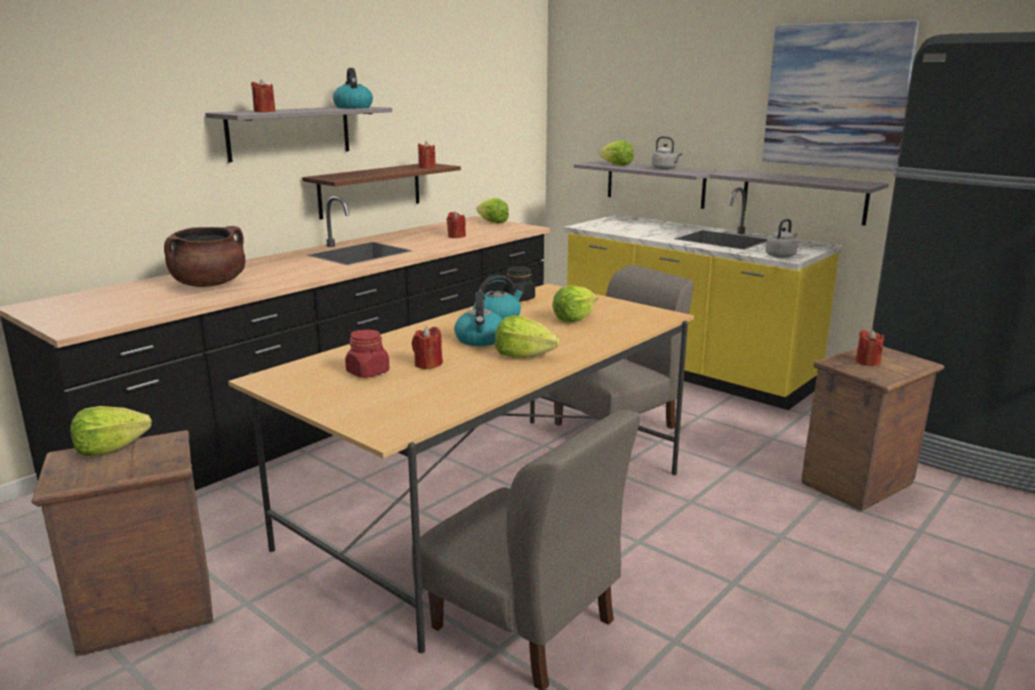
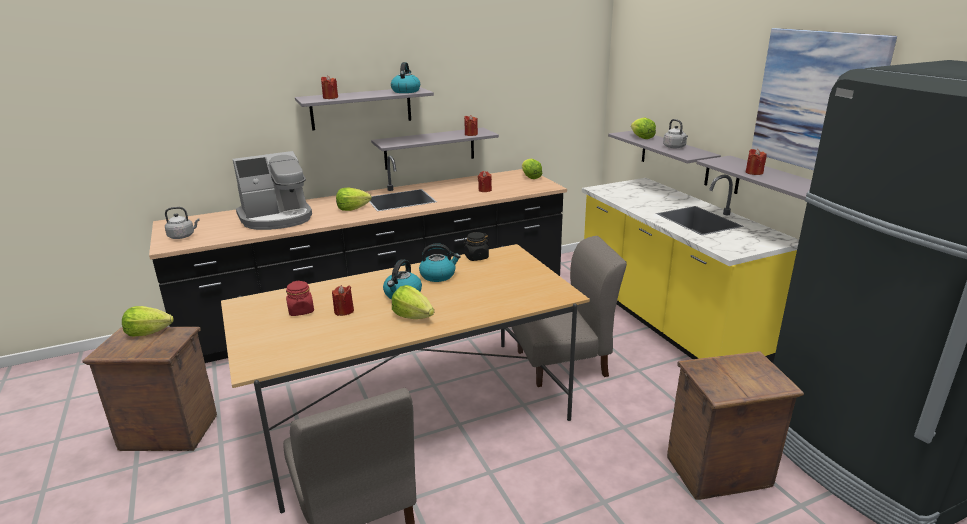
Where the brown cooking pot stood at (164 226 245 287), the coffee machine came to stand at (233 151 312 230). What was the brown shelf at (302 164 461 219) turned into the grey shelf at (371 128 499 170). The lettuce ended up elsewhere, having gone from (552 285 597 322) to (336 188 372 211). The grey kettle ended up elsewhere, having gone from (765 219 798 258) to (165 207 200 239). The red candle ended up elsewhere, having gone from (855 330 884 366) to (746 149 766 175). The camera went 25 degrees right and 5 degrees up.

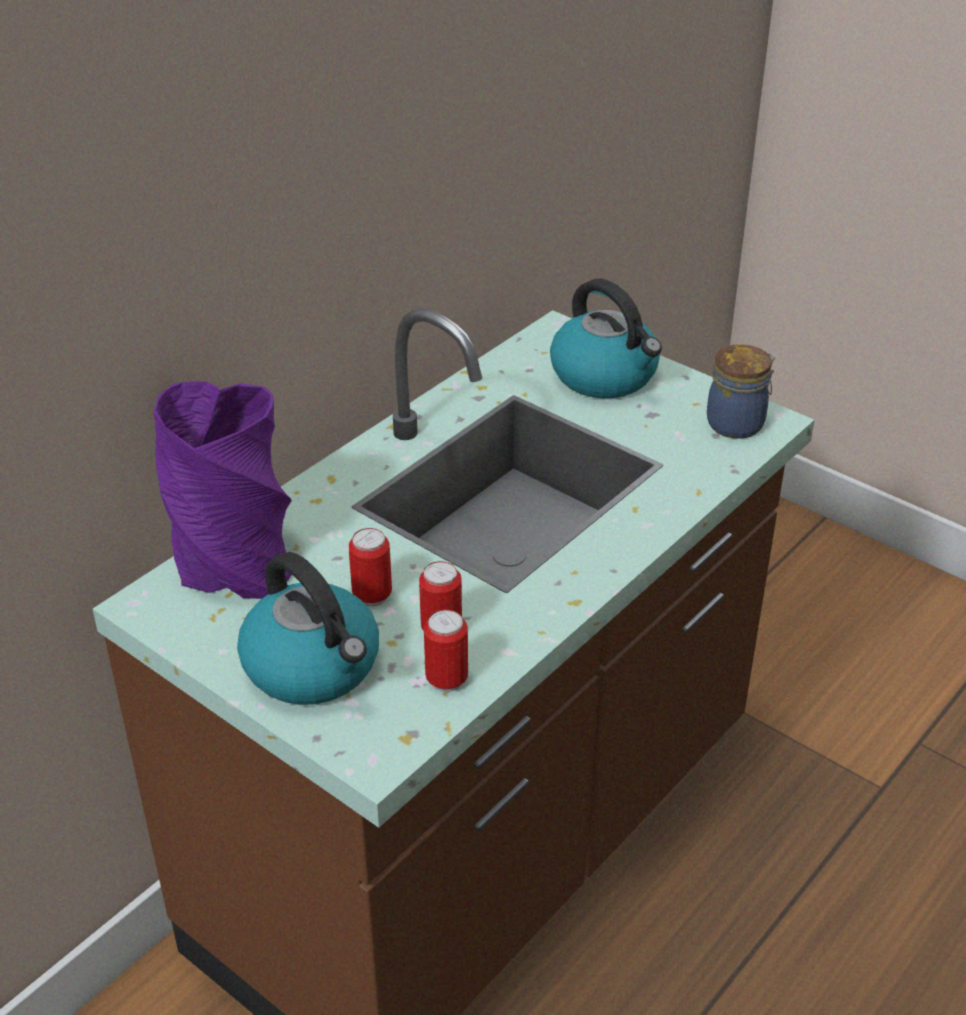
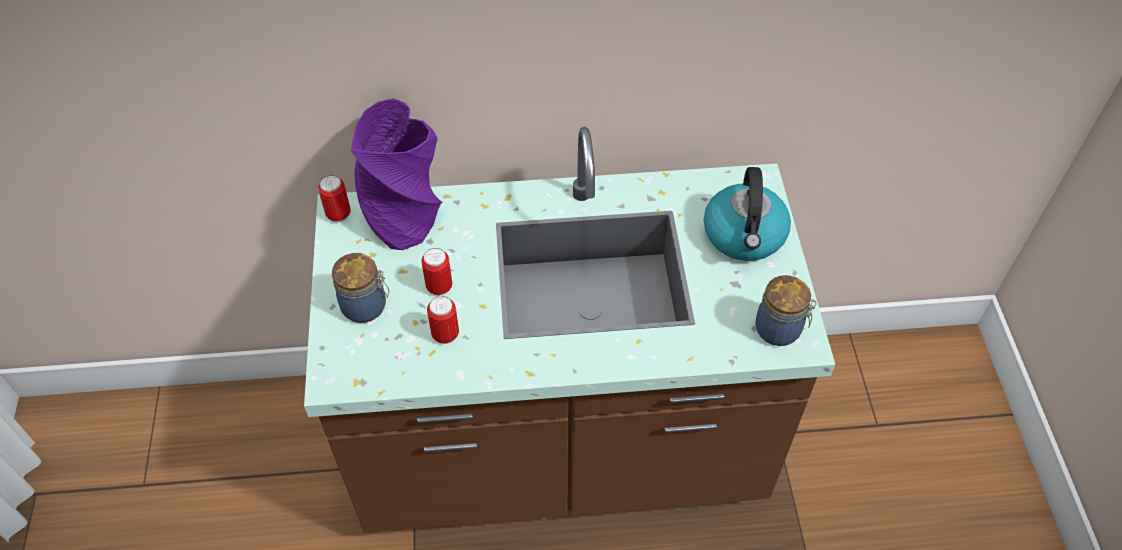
Where the kettle stood at (237 552 379 705), the jar came to stand at (332 253 390 323). The can ended up elsewhere, having gone from (424 609 468 692) to (318 175 351 222). The camera went 45 degrees right and 15 degrees up.

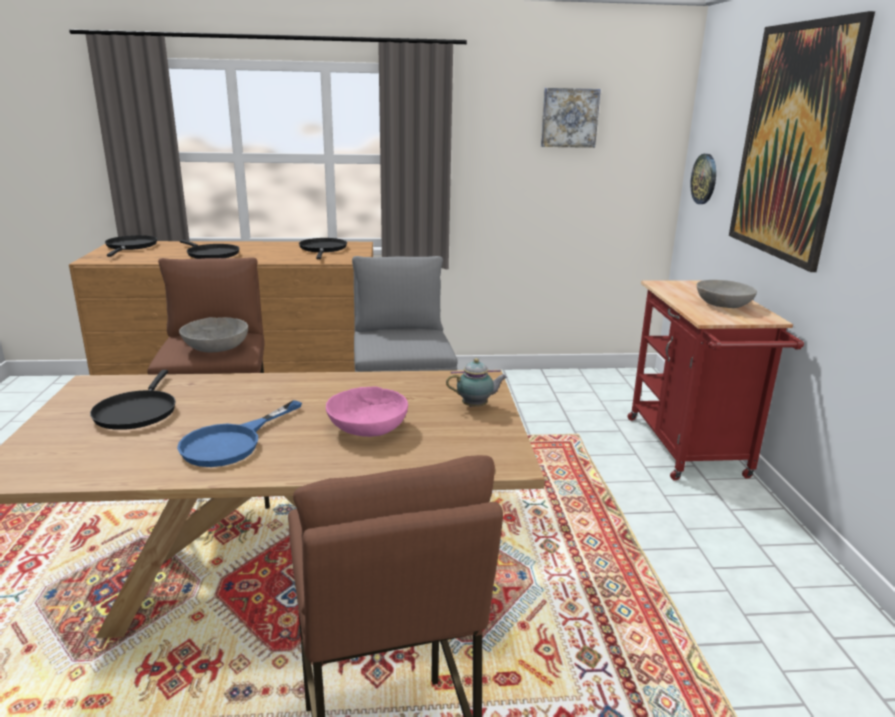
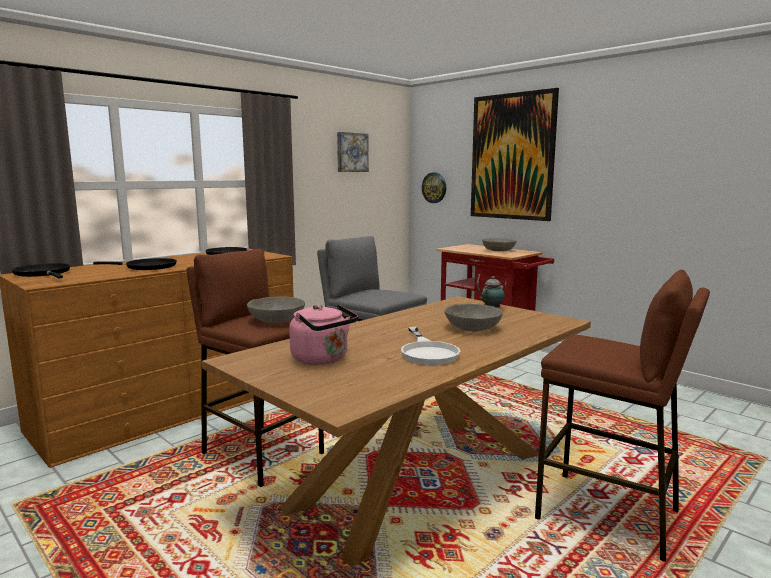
Where the black frying pan stood at (90 370 176 430), the pink kettle came to stand at (289 304 358 365). What was the blue frying pan at (177 400 302 467) turned into the white frying pan at (401 327 460 365). What was the pink bowl at (326 386 408 437) turned into the grey bowl at (444 304 503 331). The camera went 40 degrees left and 10 degrees down.

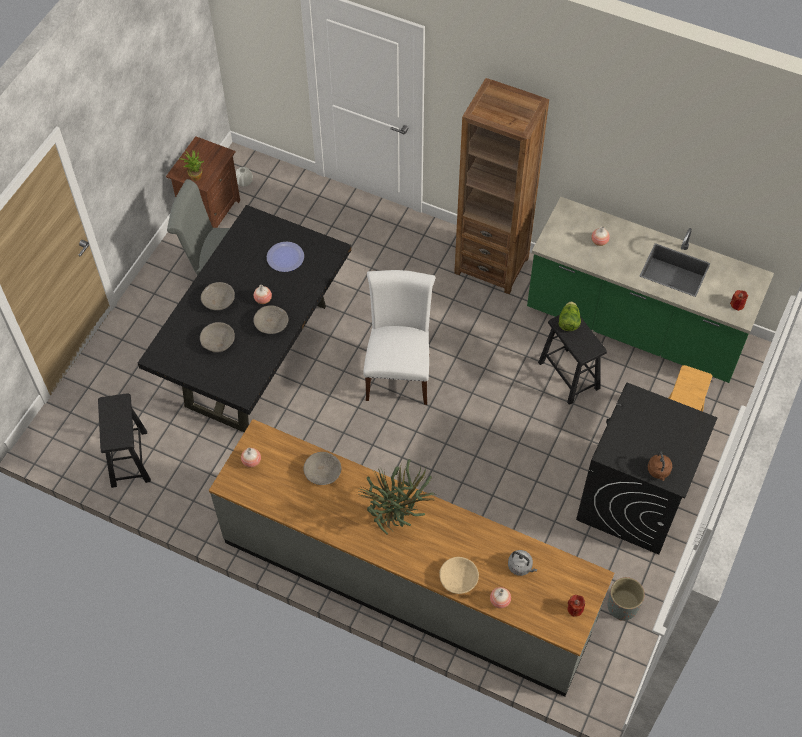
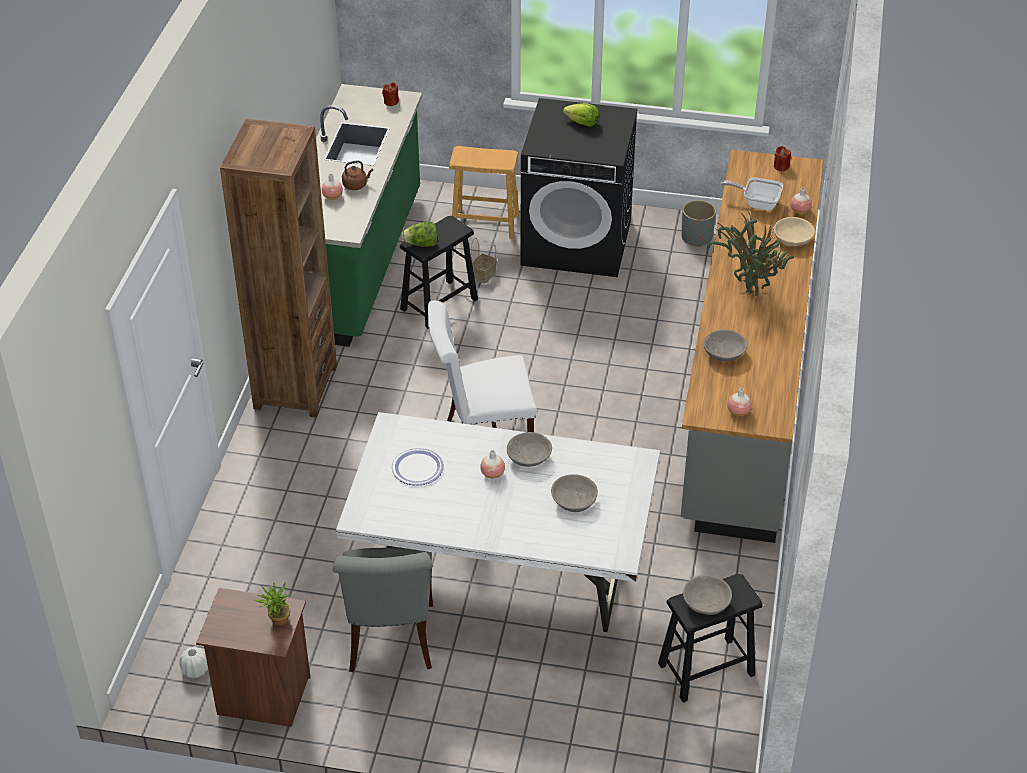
What was the black dining table at (138 205 351 432) turned into the white dining table at (336 412 660 632). The grey bowl ended up elsewhere, having gone from (201 282 235 311) to (683 575 732 615). Where the grey kettle stood at (508 550 537 576), the frying pan came to stand at (720 177 783 210). The brown kettle ended up elsewhere, having gone from (648 451 672 481) to (342 160 373 190). The second view gained the basket at (471 238 497 284). The second view gained the lettuce at (563 103 599 127). The camera went 105 degrees left and 15 degrees down.

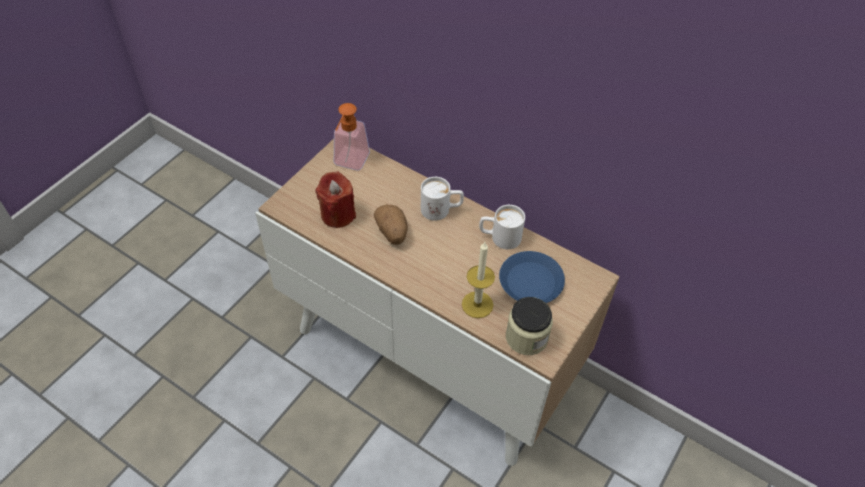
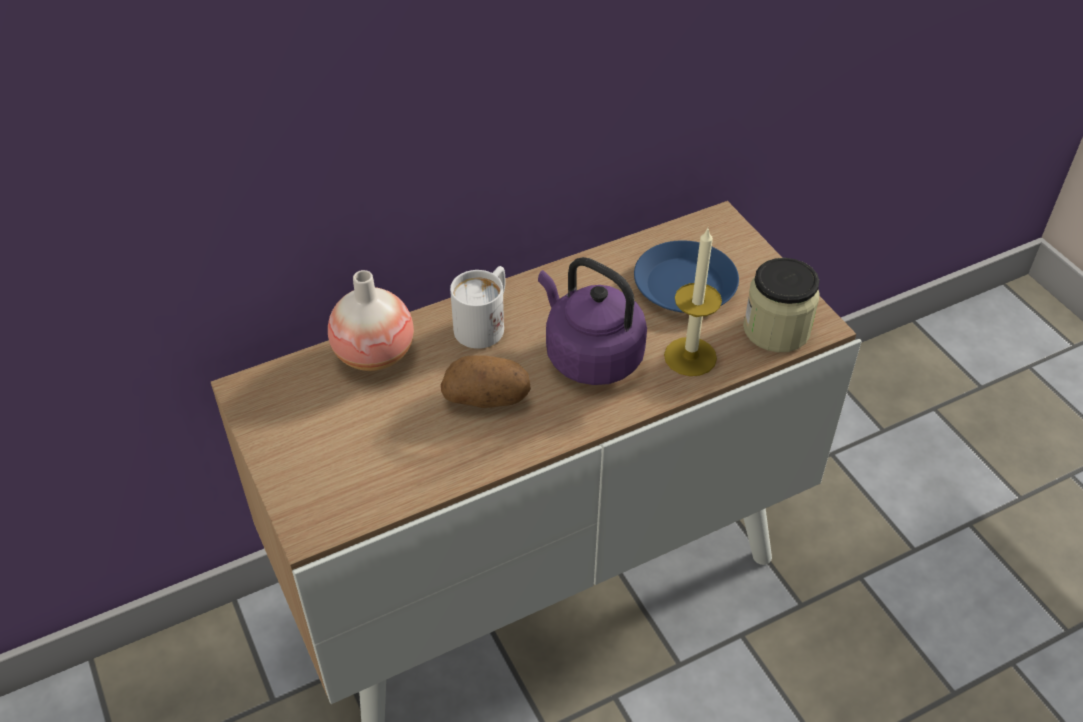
The second view lost the red candle at (315 171 356 228). The second view lost the soap dispenser at (334 103 370 171). The second view lost the white mug at (479 205 525 249). The second view gained the vase at (328 270 414 371). The second view gained the purple kettle at (538 257 647 385). The camera went 60 degrees left and 5 degrees down.

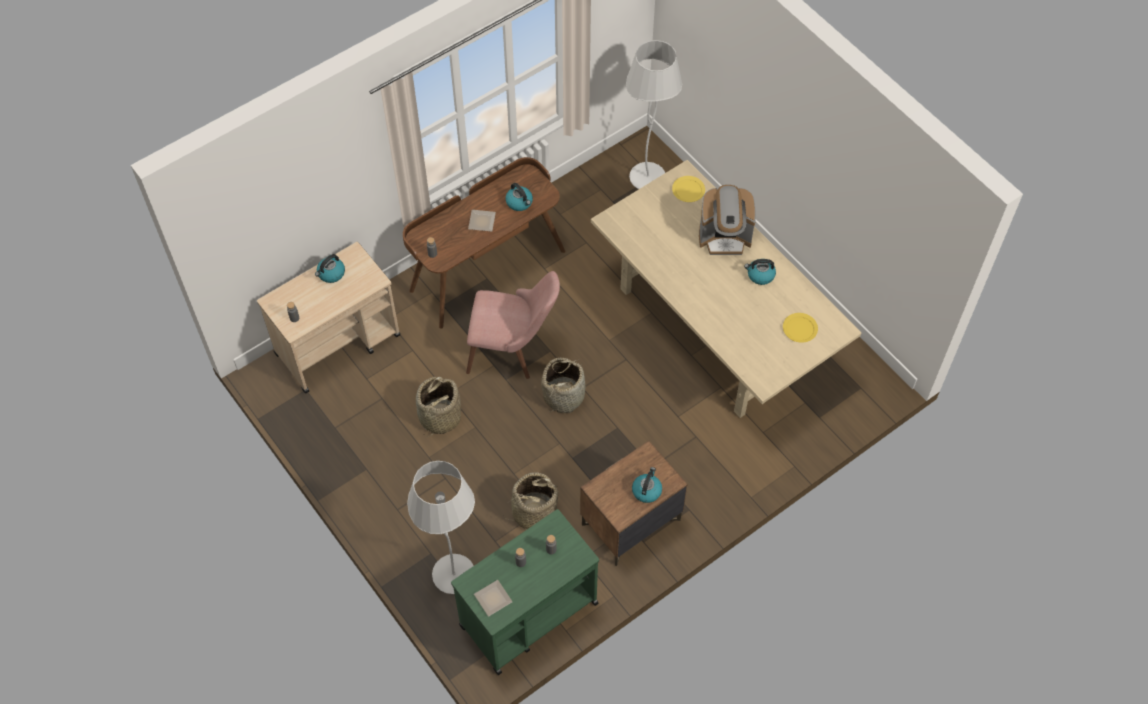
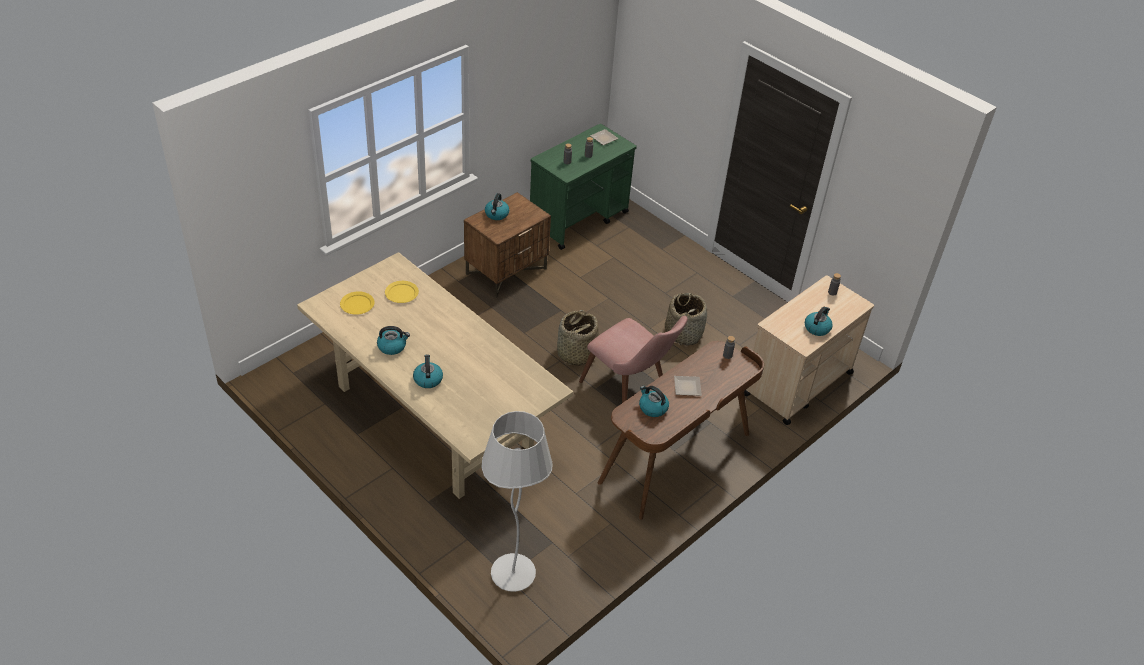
The second view lost the white floor lamp at (407 461 475 594). The pink chair at (466 271 560 379) ended up facing another way, 135 degrees counterclockwise from before. The second view lost the basket at (503 473 561 529). The yellow plate ended up elsewhere, having gone from (672 176 705 202) to (385 281 419 303). Where the coffee machine stood at (699 185 756 255), the kettle came to stand at (413 354 443 388). The camera went 170 degrees right and 15 degrees down.

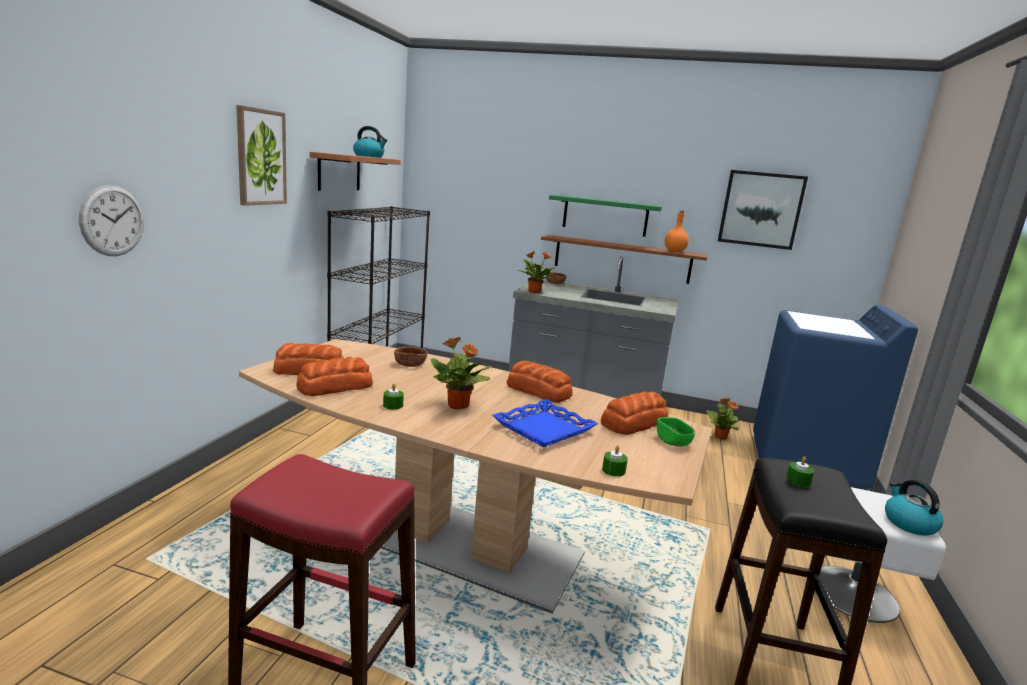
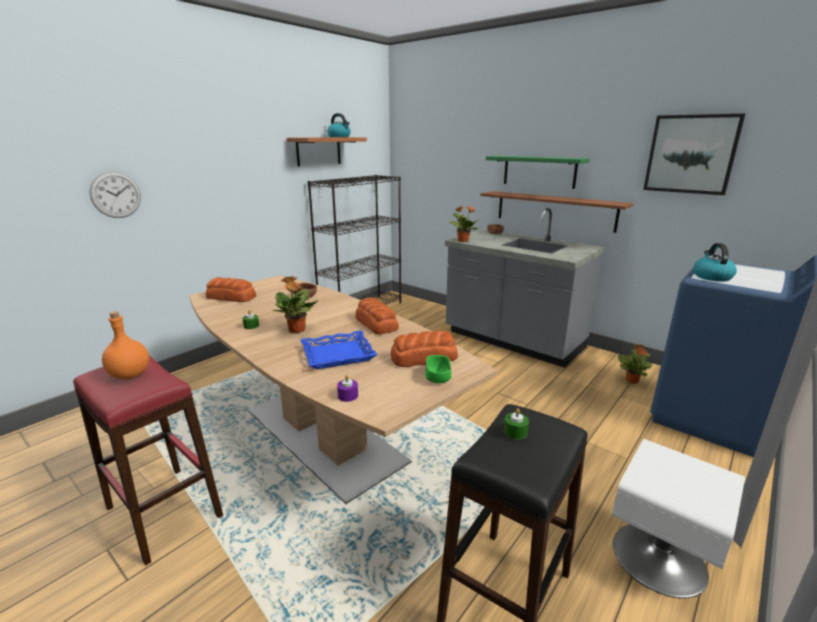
The second view lost the picture at (236 105 287 206). The second view lost the bread at (297 357 373 396). What was the green candle at (602 445 628 477) turned into the purple candle at (337 375 358 402). The orange bottle ended up elsewhere, having gone from (665 210 689 252) to (102 311 149 379). The kettle ended up elsewhere, having gone from (885 480 943 536) to (693 243 737 282). The camera went 25 degrees right and 5 degrees up.

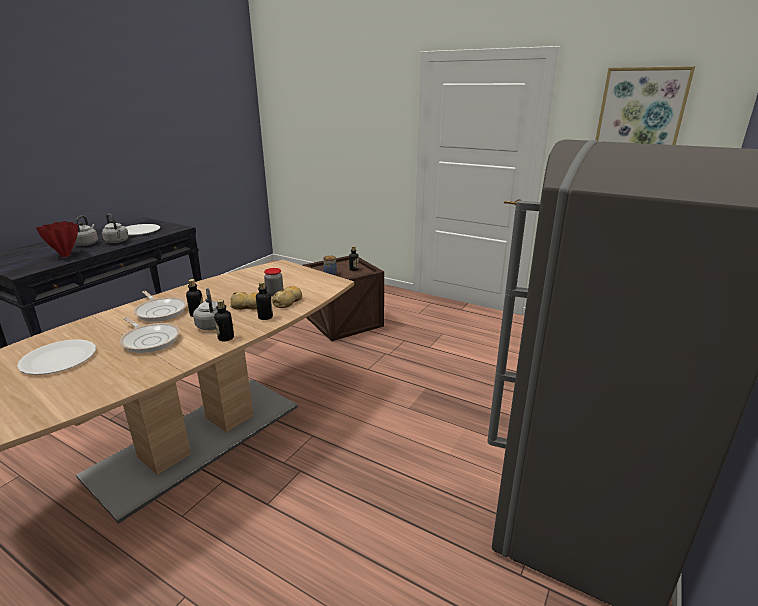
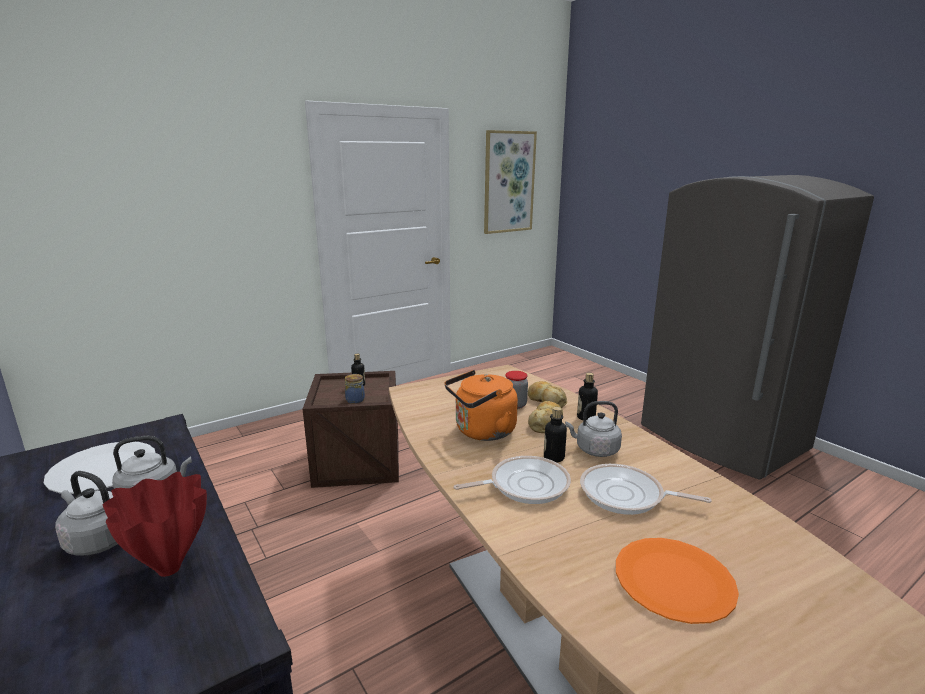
What was the white plate at (17 339 96 375) turned into the orange plate at (616 538 739 624). The frying pan at (120 317 180 353) ended up facing another way, 135 degrees counterclockwise from before. The second view lost the bottle at (214 299 234 341). The second view gained the orange kettle at (445 370 518 441). The camera went 65 degrees left and 5 degrees down.

